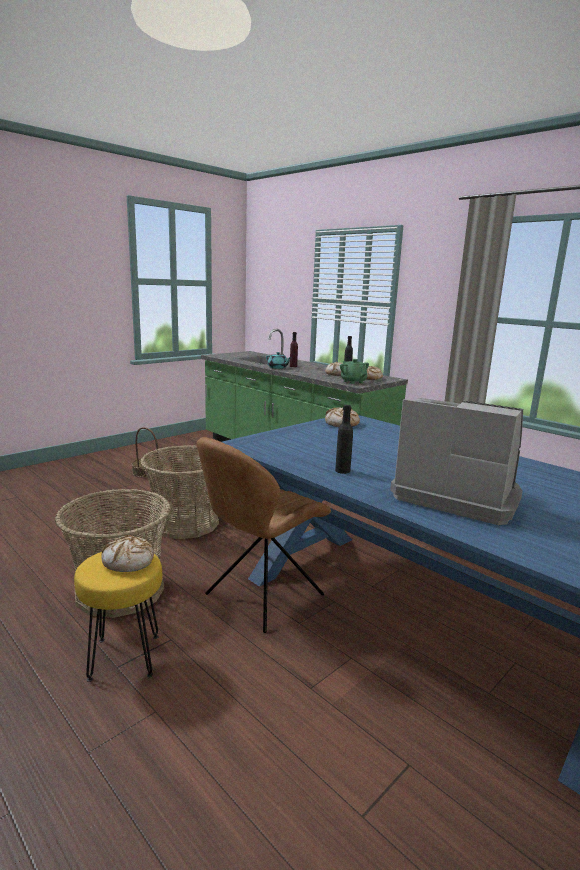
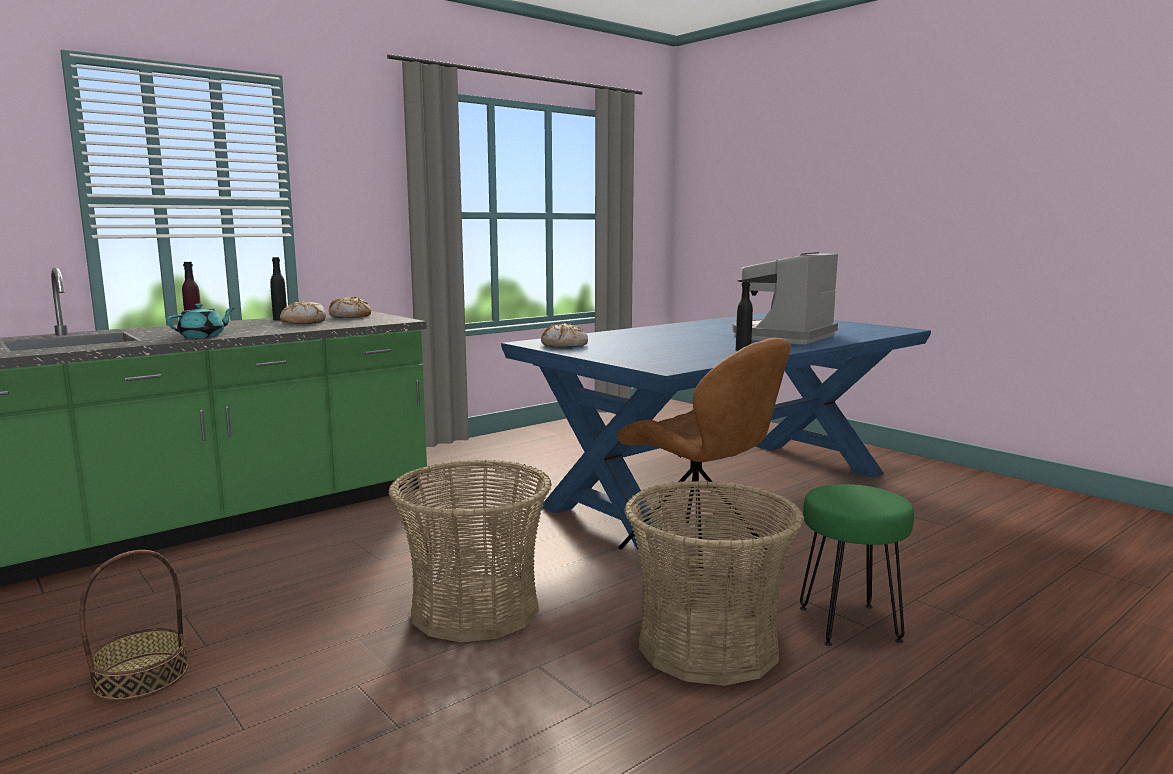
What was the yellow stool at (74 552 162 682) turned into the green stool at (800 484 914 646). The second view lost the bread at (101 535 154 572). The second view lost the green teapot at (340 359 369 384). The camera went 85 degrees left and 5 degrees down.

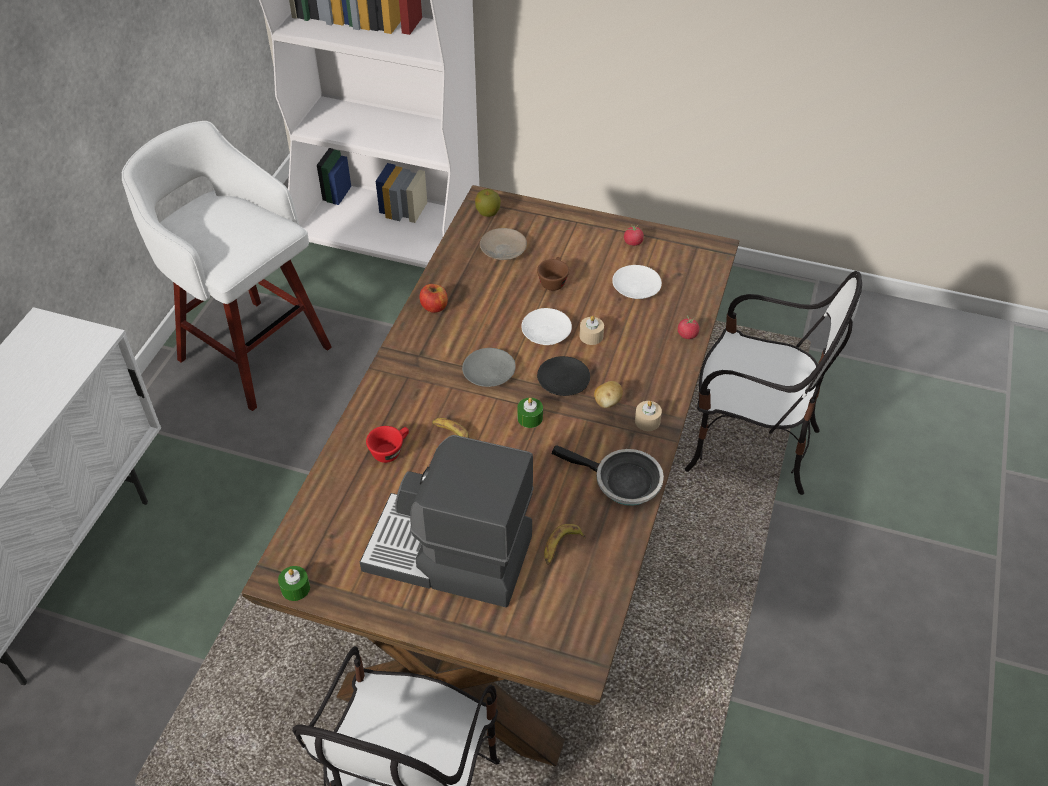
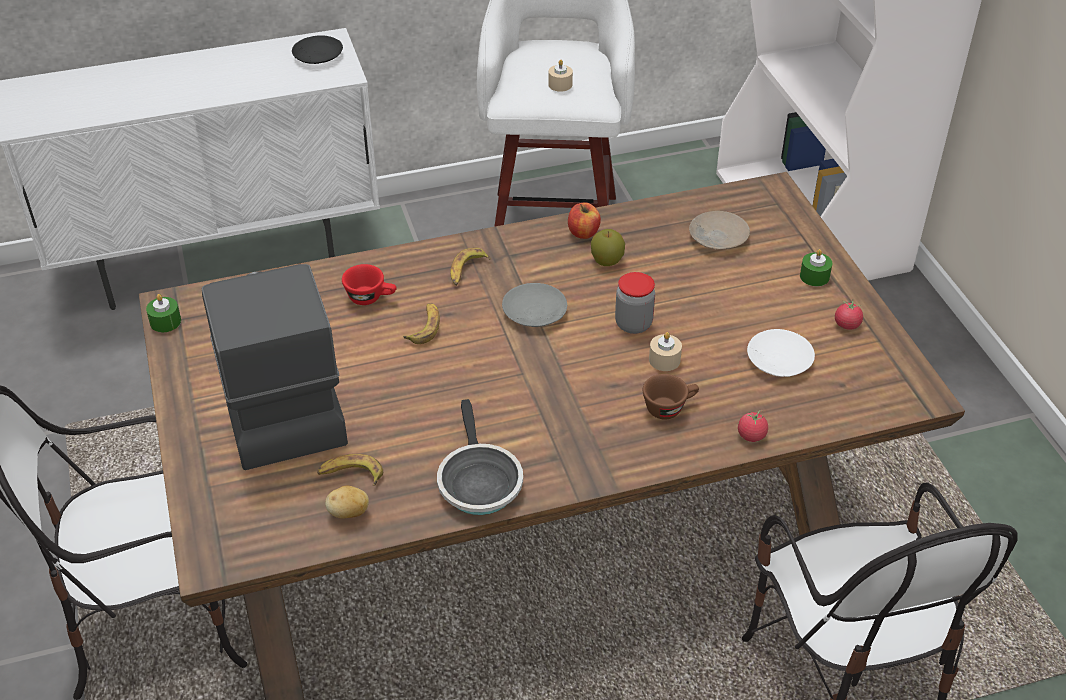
The apple ended up elsewhere, having gone from (475 189 501 217) to (591 229 625 266). The green candle ended up elsewhere, having gone from (517 398 543 428) to (800 249 832 286). Where the white plate stood at (521 308 572 345), the jar came to stand at (615 272 655 334). The brown cup ended up elsewhere, having gone from (537 257 569 291) to (643 374 699 420). The black plate ended up elsewhere, having gone from (537 356 590 396) to (292 35 343 64). The potato ended up elsewhere, having gone from (594 381 623 408) to (325 485 369 519). The beige candle ended up elsewhere, having gone from (635 401 662 431) to (548 59 573 92). The second view gained the banana at (450 248 491 286). The camera went 55 degrees right and 5 degrees down.

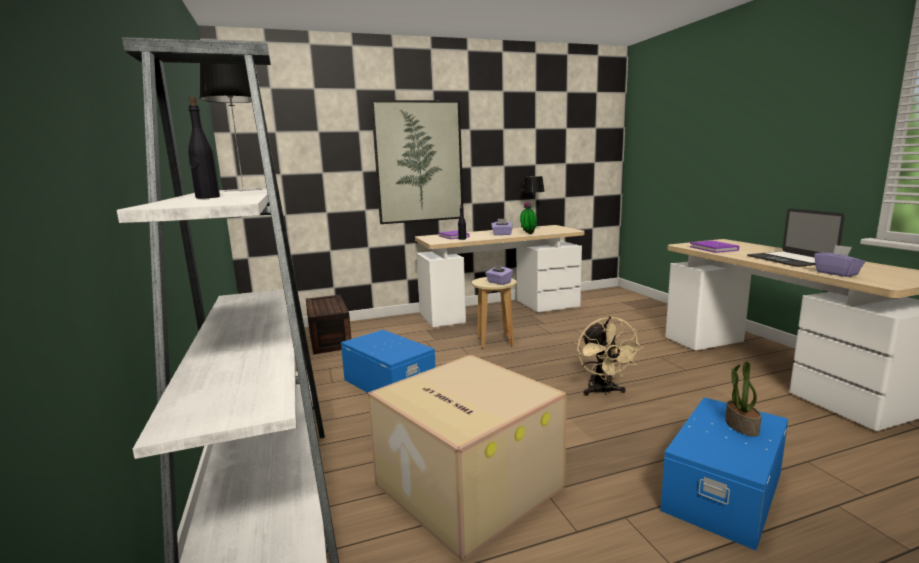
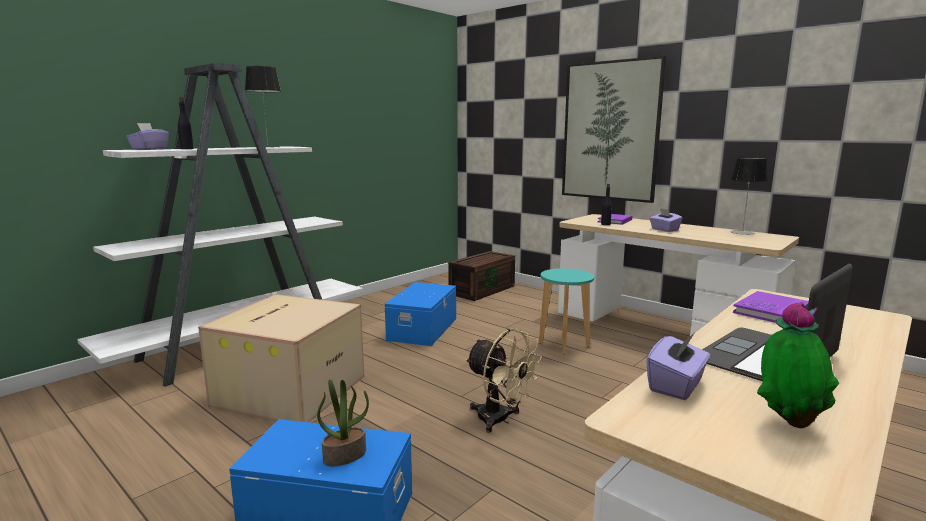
What was the beige stool at (472 277 517 348) turned into the turquoise stool at (539 268 594 355). The purple tissue box ended up elsewhere, having gone from (485 263 513 285) to (126 123 169 150). The potted plant ended up elsewhere, having gone from (520 201 537 234) to (757 302 840 428). The beige fan at (577 316 643 396) ended up facing another way, 105 degrees counterclockwise from before. The camera went 60 degrees right and 0 degrees up.

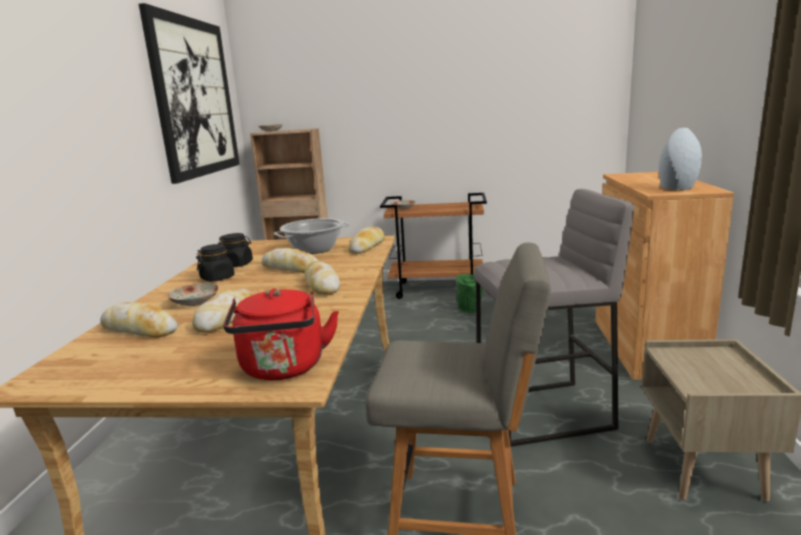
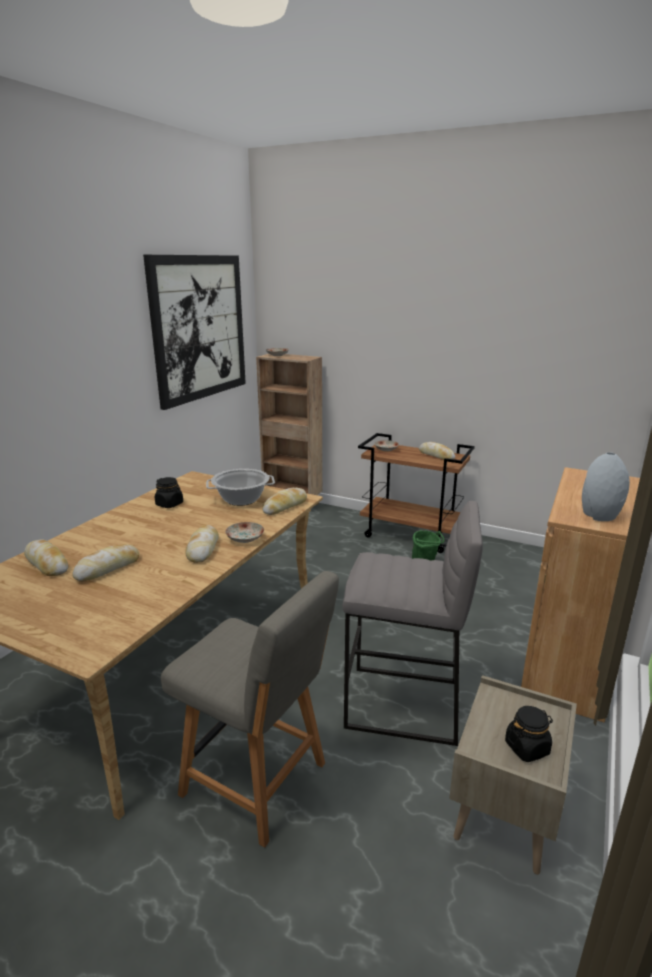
The plate ended up elsewhere, having gone from (167 283 219 306) to (225 522 264 543). The black jar ended up elsewhere, having gone from (196 244 234 282) to (505 706 553 762). The second view lost the red kettle at (223 288 339 380). The bread ended up elsewhere, having gone from (261 248 319 273) to (419 442 455 460). The camera went 20 degrees right and 5 degrees up.

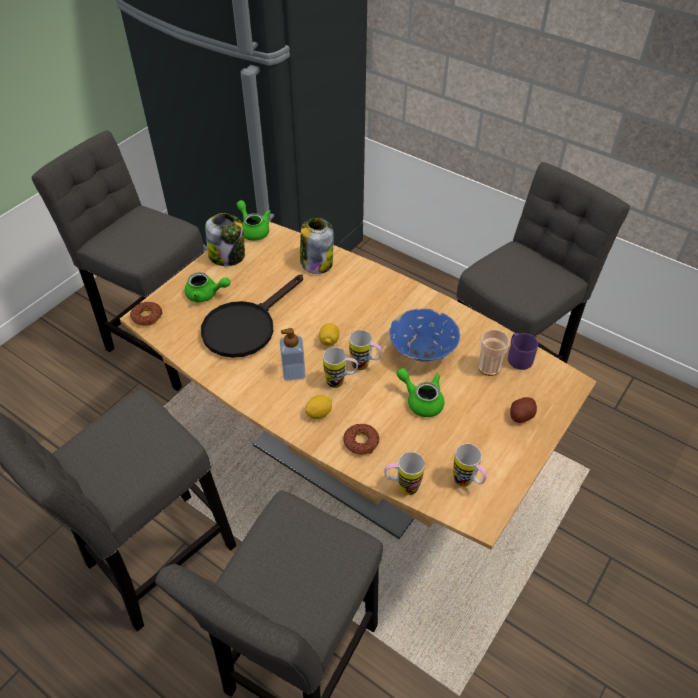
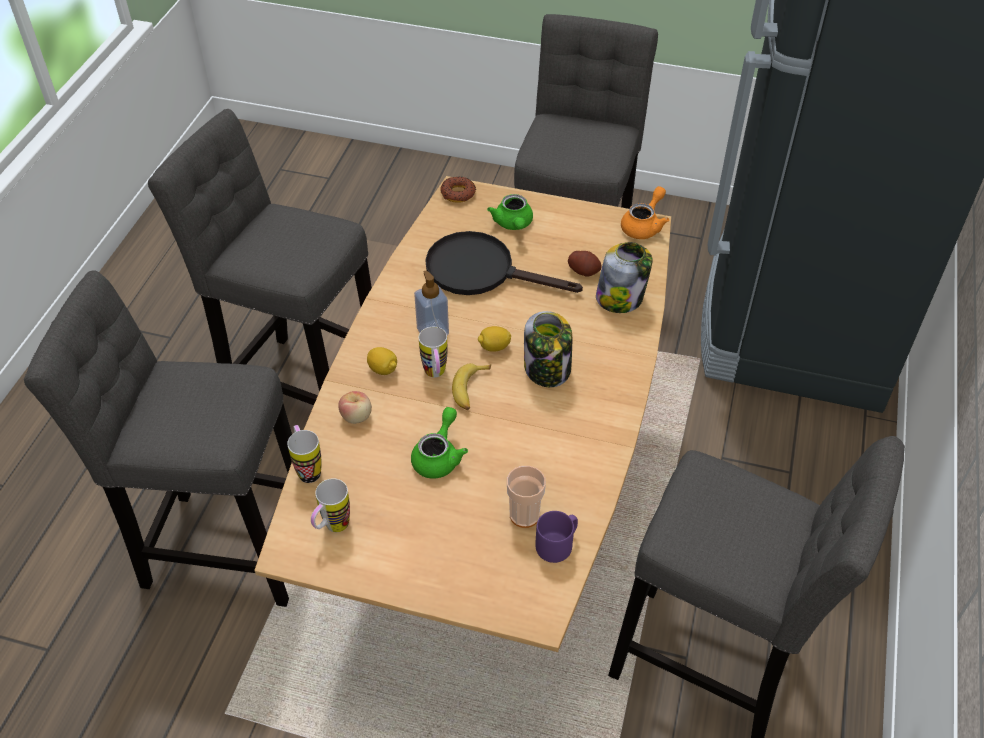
The jar ended up elsewhere, having gone from (205 213 245 266) to (524 311 572 387). What was the green teapot at (237 200 271 241) turned into the orange teapot at (621 186 669 239). Where the donut stood at (343 424 380 455), the apple came to stand at (338 391 372 424). Where the mug stood at (349 330 382 370), the banana came to stand at (452 363 491 410). The second view lost the blue bowl at (389 309 460 362). The potato ended up elsewhere, having gone from (510 397 537 423) to (568 251 602 277). The camera went 70 degrees right and 0 degrees up.

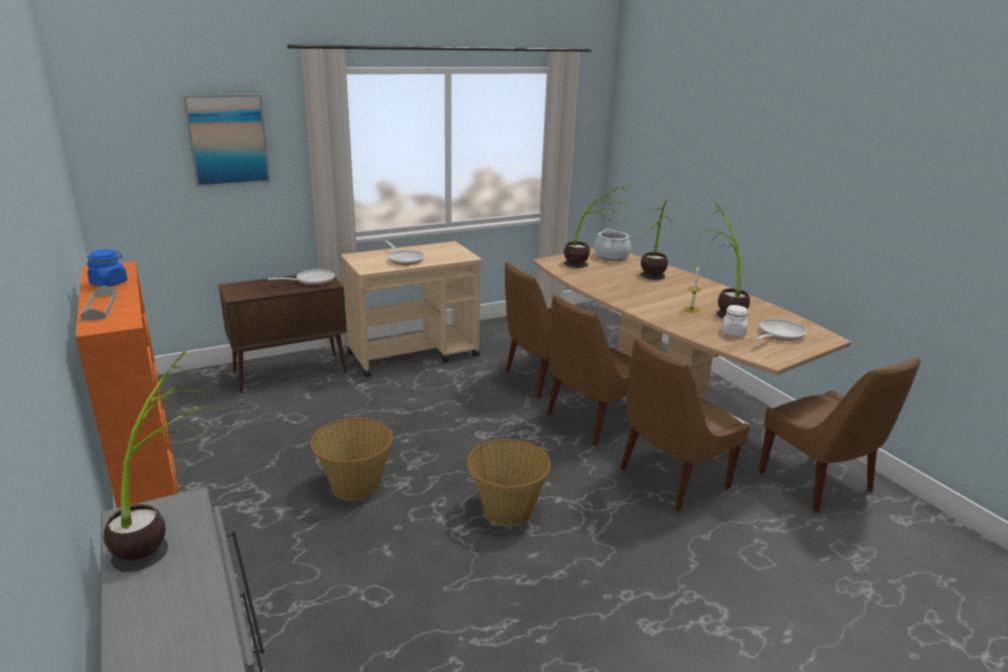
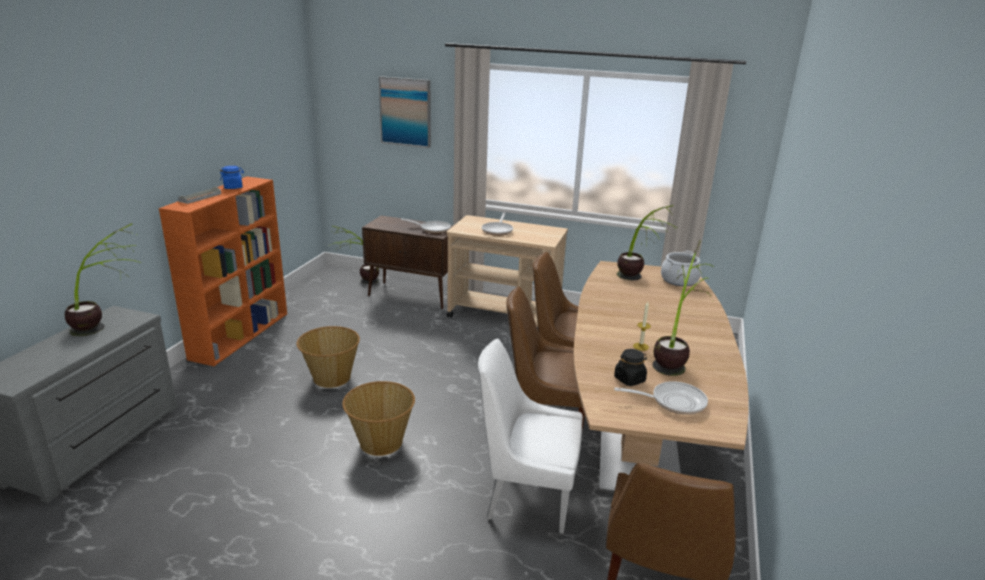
What was the brown chair at (620 338 750 511) turned into the white chair at (478 338 583 534). The potted plant ended up elsewhere, having gone from (640 199 676 280) to (333 226 379 284). What was the white jar at (722 305 748 337) turned into the black jar at (614 349 647 386). The camera went 45 degrees right and 0 degrees up.

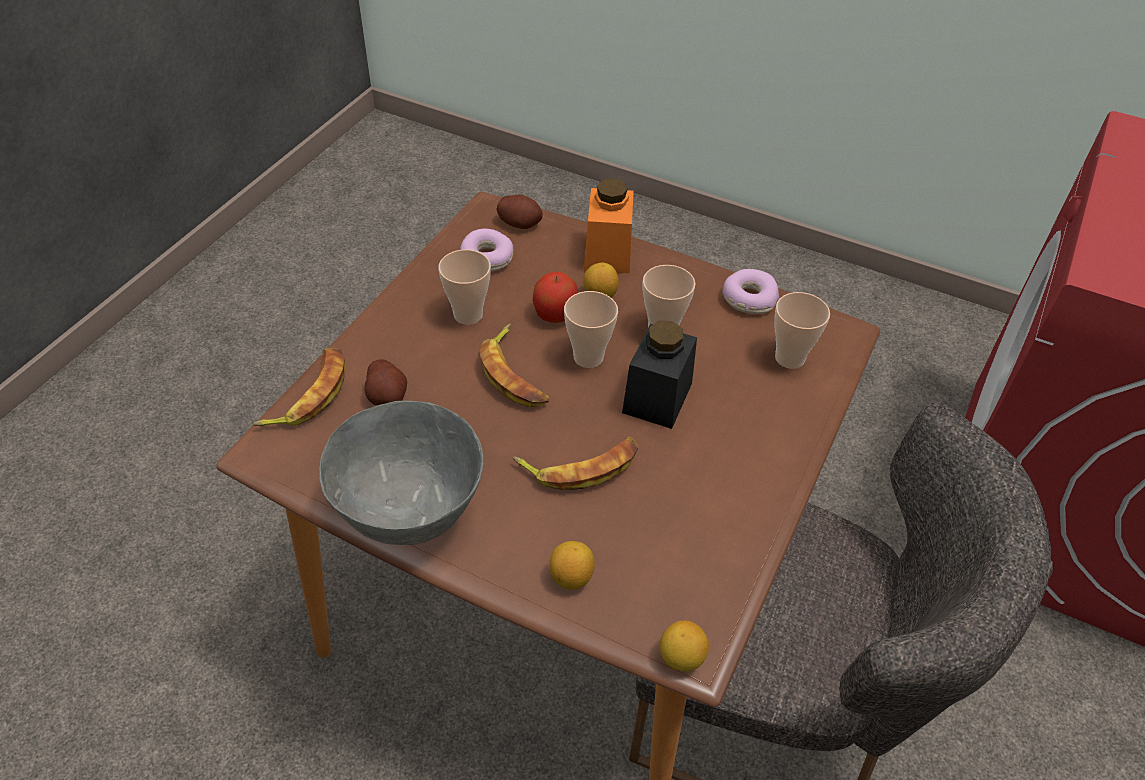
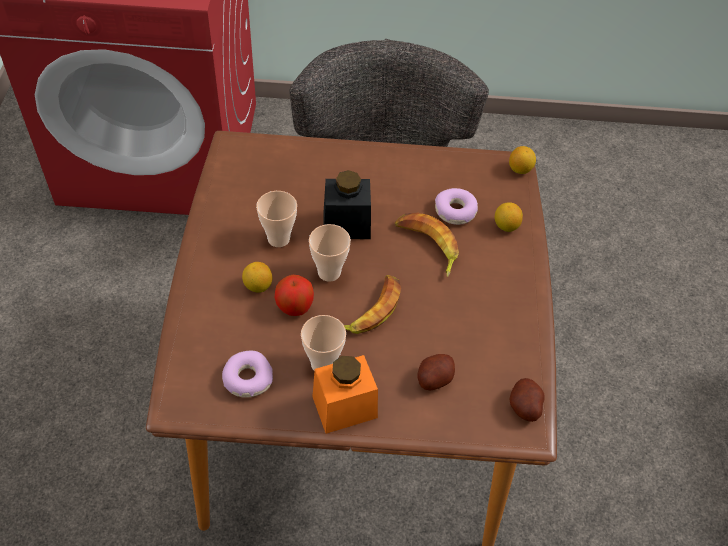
The second view lost the banana at (253 348 345 426). The second view lost the grey bowl at (319 401 484 545). The potato ended up elsewhere, having gone from (496 195 543 229) to (510 378 544 422). The orange jar ended up elsewhere, having gone from (584 178 634 273) to (312 355 378 434). The donut ended up elsewhere, having gone from (722 269 779 314) to (435 188 478 225). The second view lost the cup at (774 292 830 369). The camera went 115 degrees left and 5 degrees up.

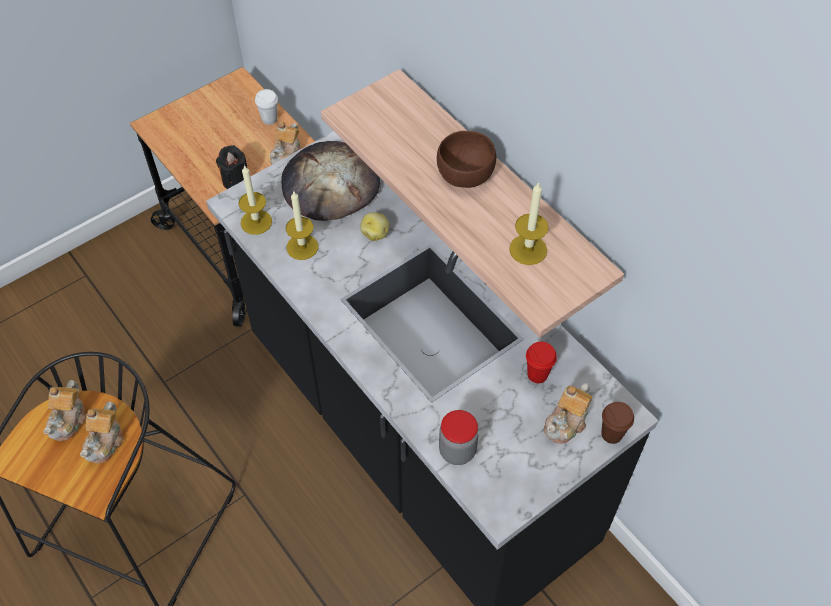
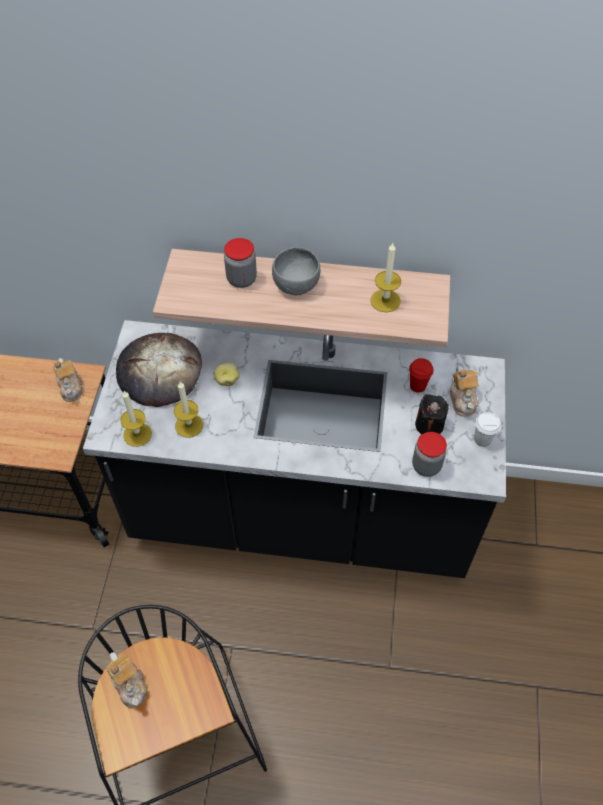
The second view lost the teapot at (80 401 124 463). The black candle ended up elsewhere, having gone from (216 145 247 189) to (415 394 449 435). The white cup ended up elsewhere, having gone from (255 89 278 125) to (474 412 501 447). What was the brown bowl at (437 131 496 188) turned into the grey bowl at (272 247 320 295). The second view lost the brown cup at (601 402 634 444). The second view gained the jar at (224 238 257 288). The camera went 45 degrees left and 0 degrees up.

